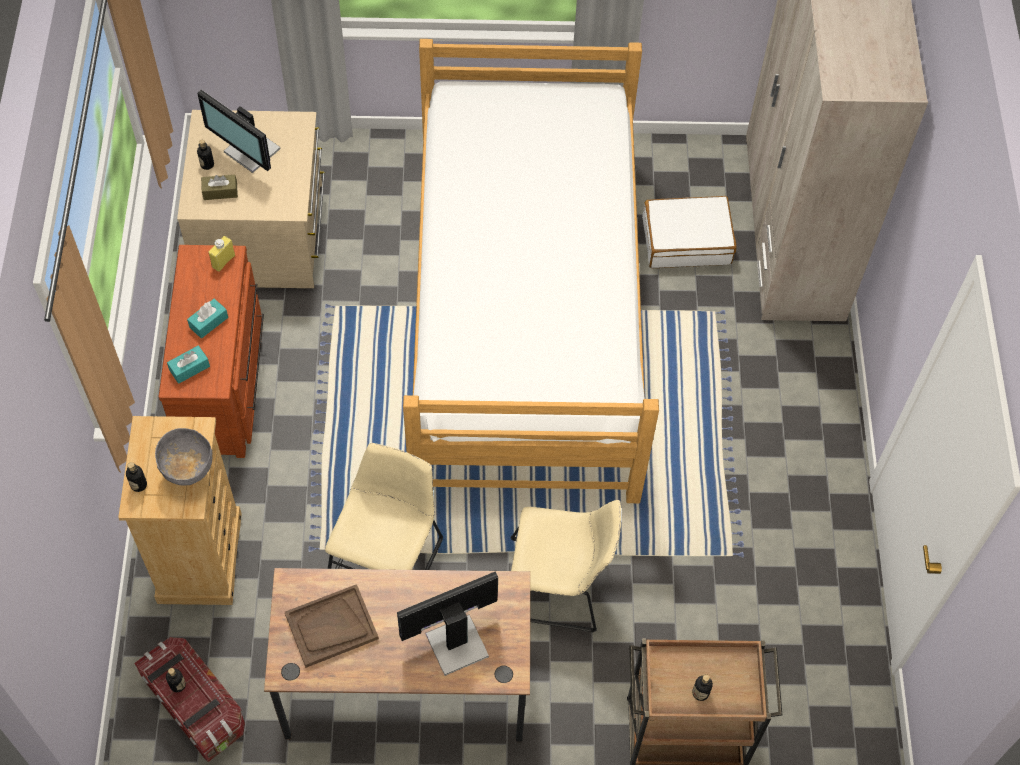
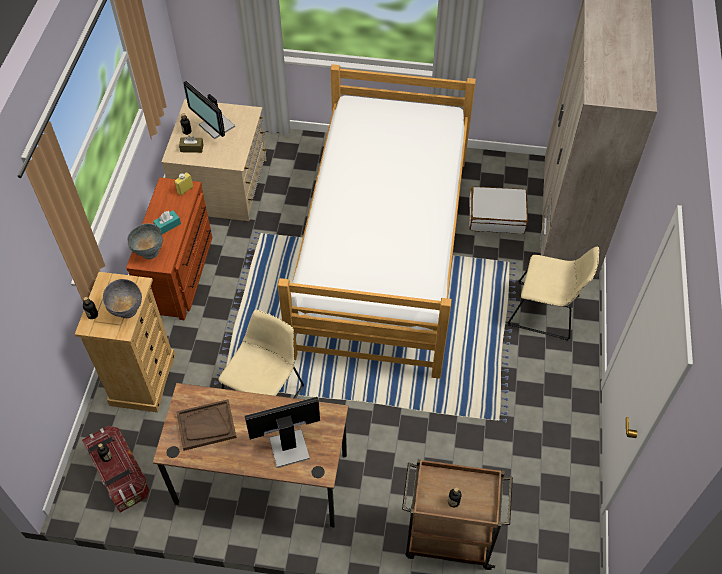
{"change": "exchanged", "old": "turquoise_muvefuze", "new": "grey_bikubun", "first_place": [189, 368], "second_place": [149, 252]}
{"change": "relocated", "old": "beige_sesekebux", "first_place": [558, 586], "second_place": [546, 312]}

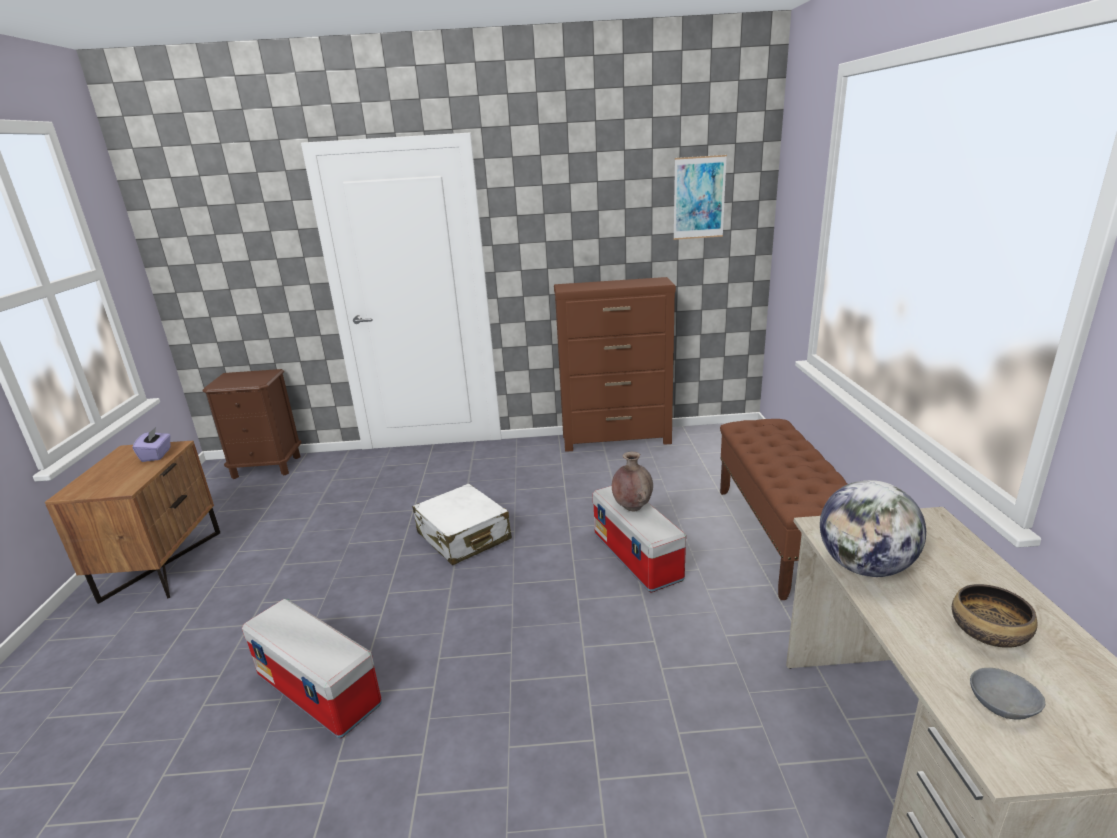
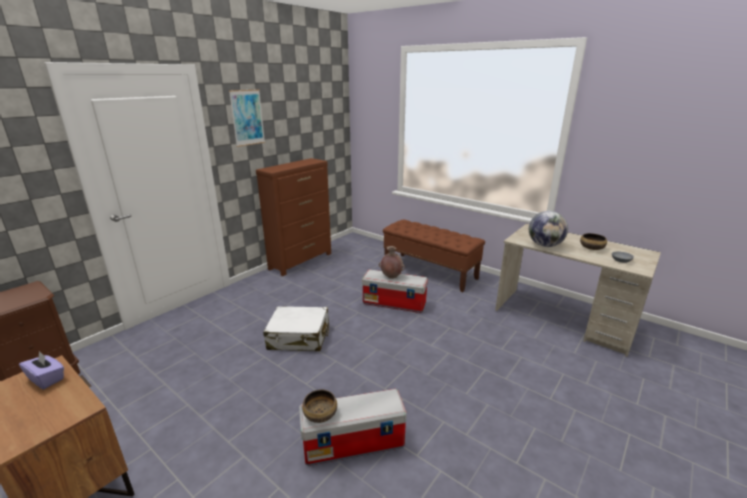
{"change": "relocated", "old": "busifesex", "first_place": [699, 198], "second_place": [247, 117]}
{"change": "appeared", "new": "bikubun", "second_place": [320, 414]}

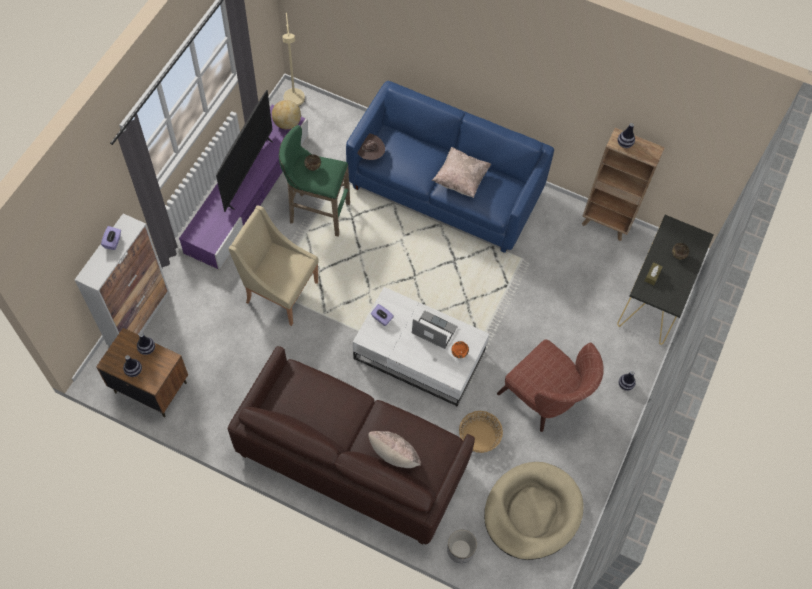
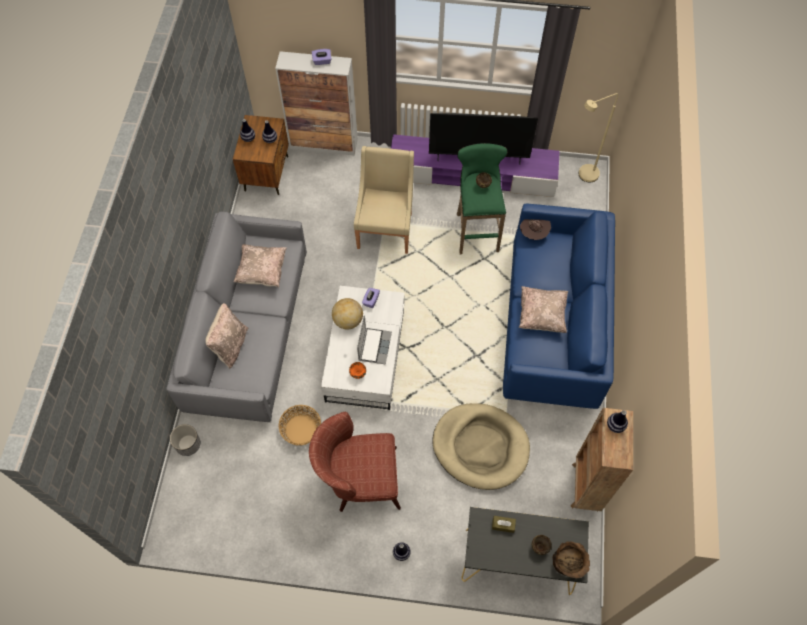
{"change": "colour", "old": "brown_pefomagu", "new": "grey_pefomagu", "first_place": [352, 458], "second_place": [249, 333]}
{"change": "appeared", "new": "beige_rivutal", "second_place": [262, 272]}
{"change": "spun", "old": "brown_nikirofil", "first_place": [546, 399], "second_place": [359, 479], "degrees": 60}
{"change": "relocated", "old": "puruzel", "first_place": [287, 123], "second_place": [348, 321]}
{"change": "relocated", "old": "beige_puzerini", "first_place": [532, 512], "second_place": [480, 447]}
{"change": "appeared", "new": "brown_bikubun", "second_place": [570, 562]}

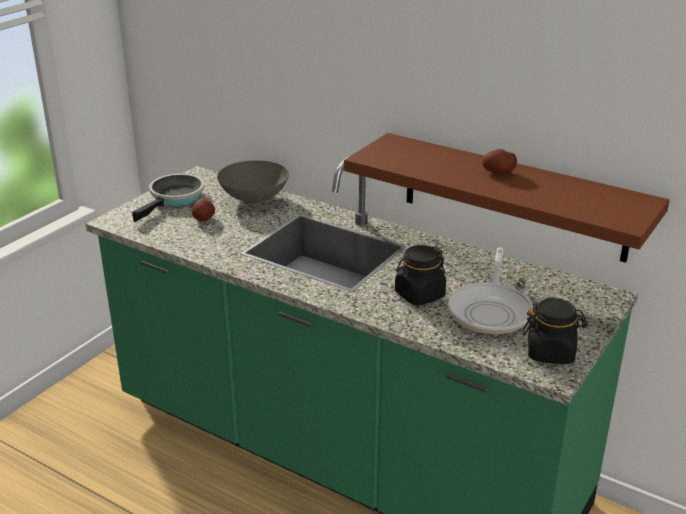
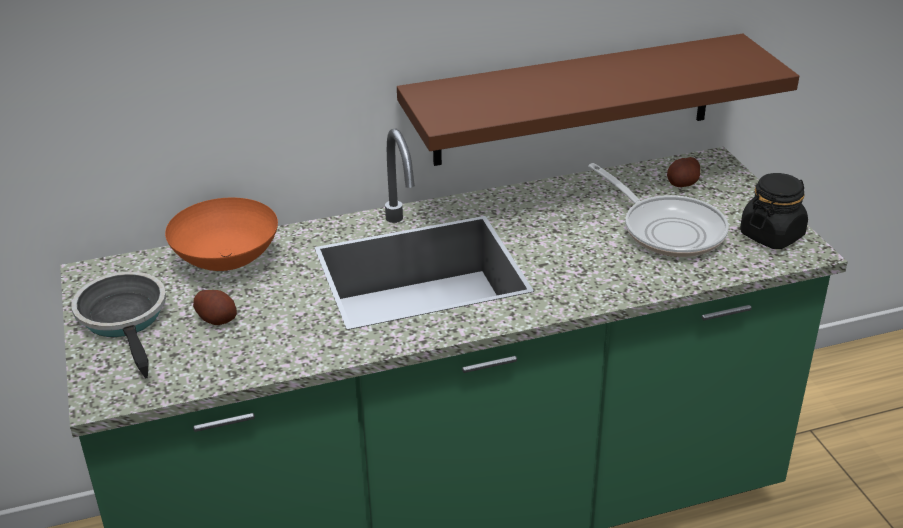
{"change": "colour", "old": "grey_bikubun", "new": "orange_bikubun", "first_place": [255, 198], "second_place": [227, 260]}
{"change": "relocated", "old": "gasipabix", "first_place": [498, 172], "second_place": [682, 184]}
{"change": "missing", "old": "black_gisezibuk", "first_place": [419, 295]}

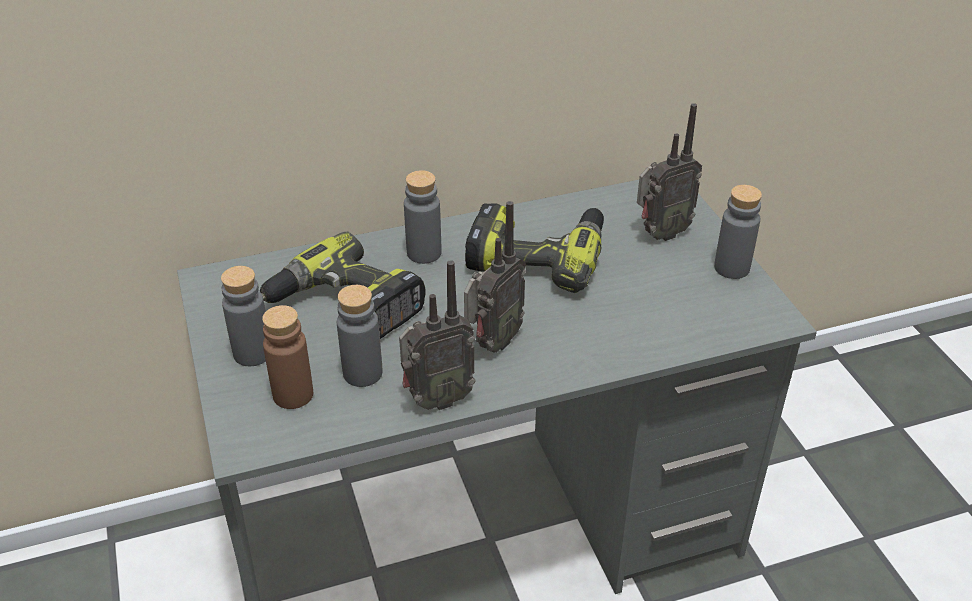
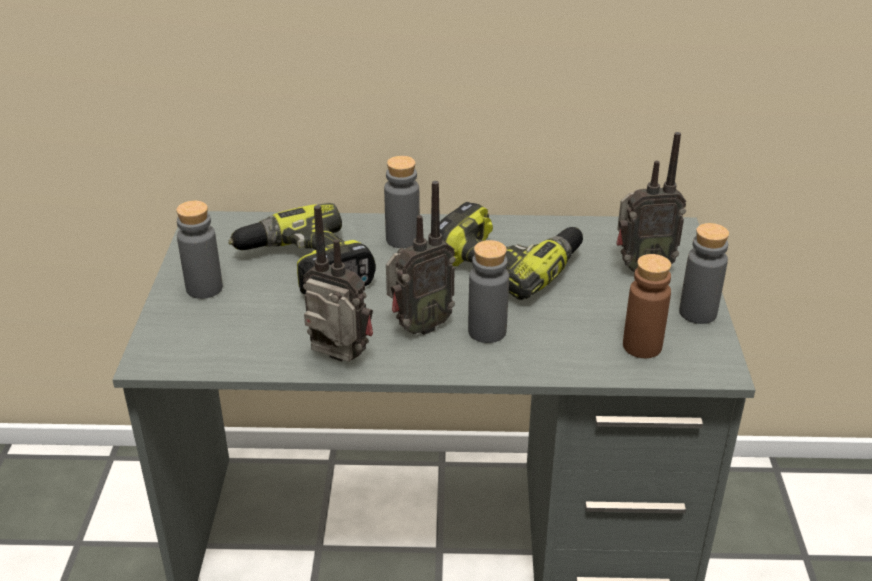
{"change": "spun", "old": "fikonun", "first_place": [436, 399], "second_place": [338, 362], "degrees": -150}
{"change": "relocated", "old": "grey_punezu", "first_place": [362, 373], "second_place": [487, 331]}
{"change": "relocated", "old": "brown_punezu", "first_place": [293, 394], "second_place": [642, 346]}

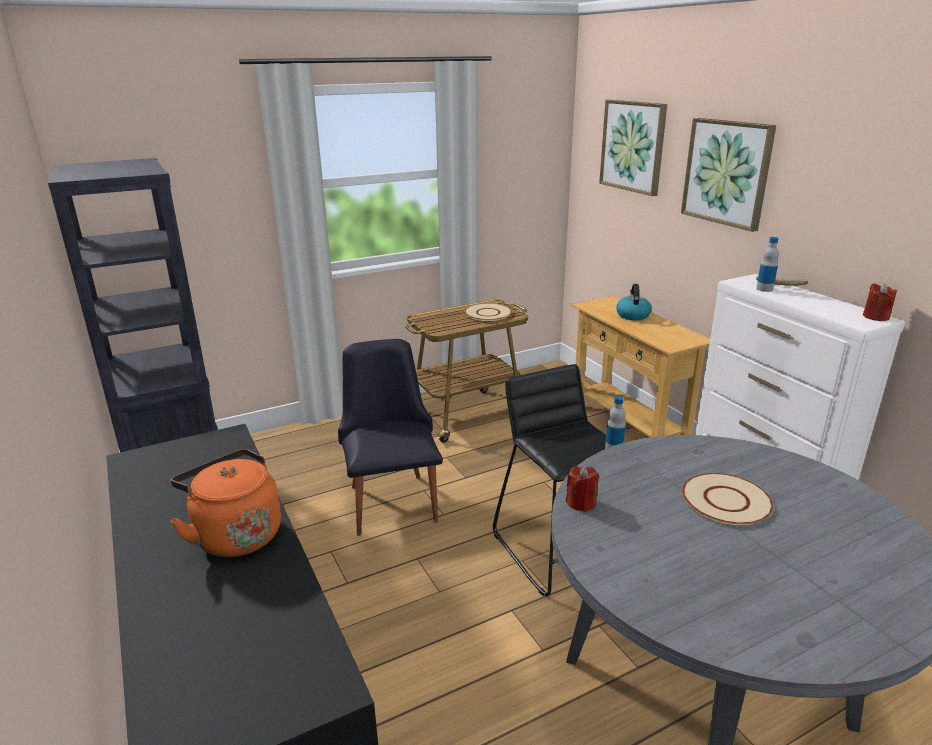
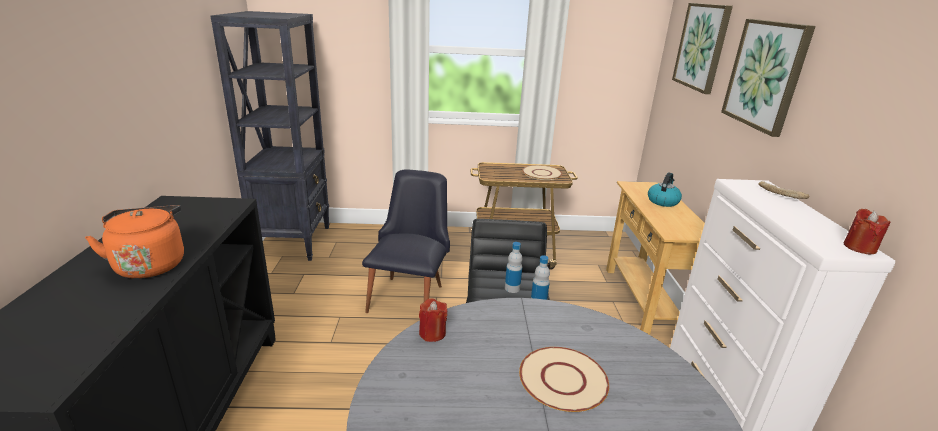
{"change": "relocated", "old": "punezu", "first_place": [764, 289], "second_place": [512, 288]}

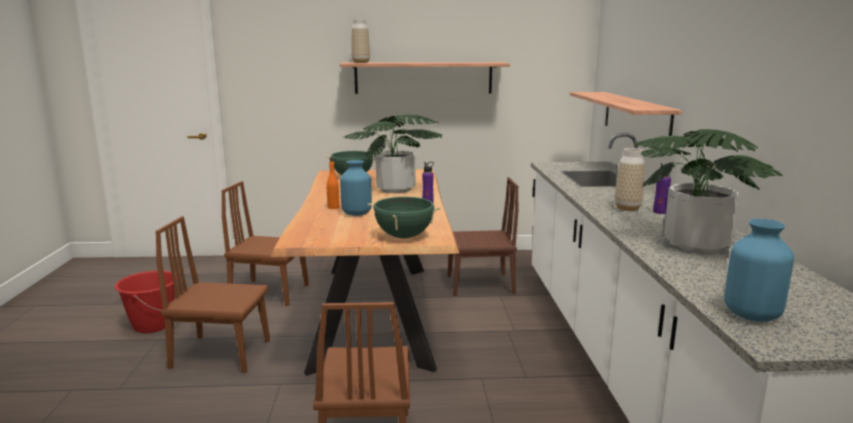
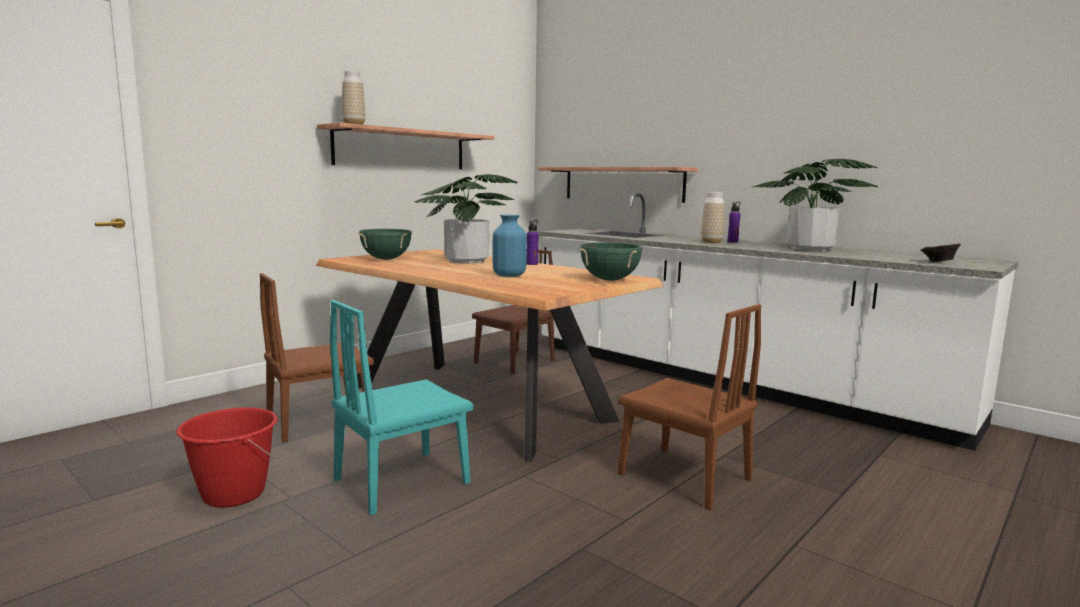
{"change": "colour", "old": "brown_sesekebux", "new": "turquoise_sesekebux", "first_place": [221, 354], "second_place": [402, 481]}
{"change": "exchanged", "old": "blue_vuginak", "new": "brown_bikubun", "first_place": [751, 315], "second_place": [938, 262]}
{"change": "missing", "old": "orange_punezu", "first_place": [333, 207]}

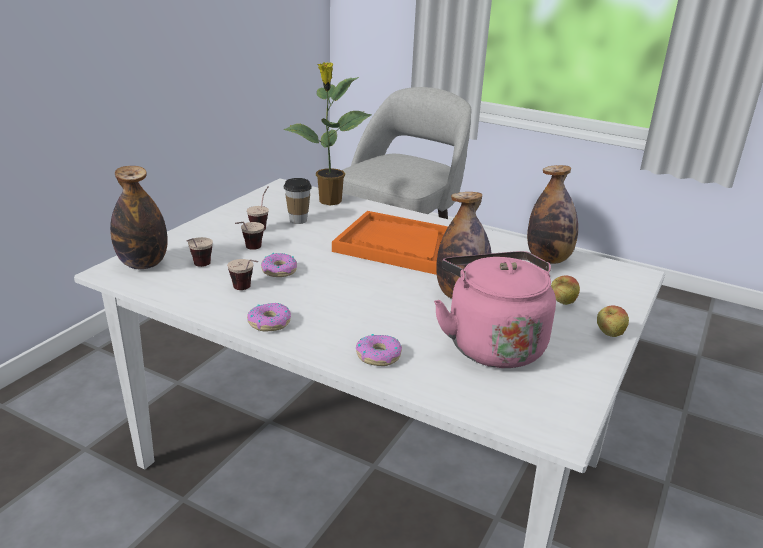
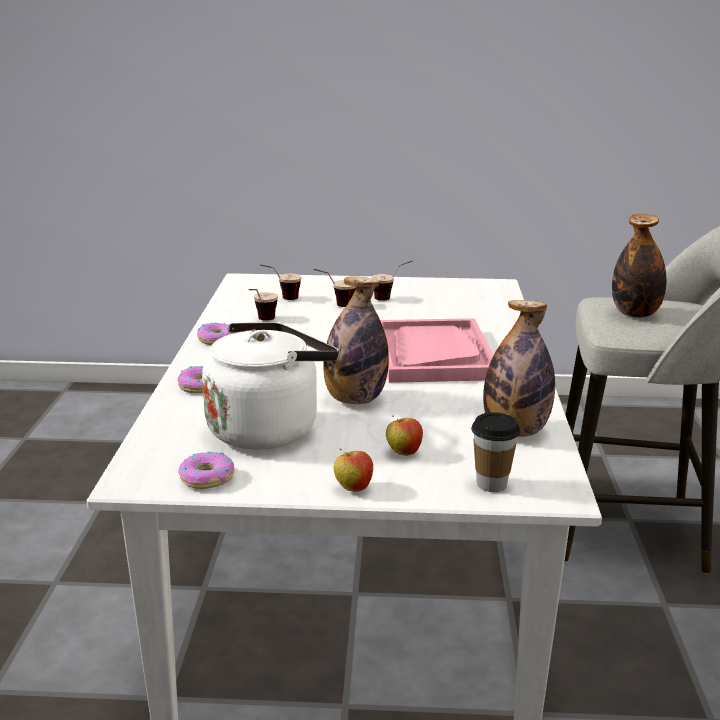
{"change": "relocated", "old": "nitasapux", "first_place": [279, 270], "second_place": [207, 478]}
{"change": "colour", "old": "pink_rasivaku", "new": "white_rasivaku", "first_place": [491, 344], "second_place": [267, 428]}
{"change": "colour", "old": "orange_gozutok", "new": "pink_gozutok", "first_place": [399, 245], "second_place": [433, 354]}
{"change": "relocated", "old": "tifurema", "first_place": [298, 220], "second_place": [491, 484]}
{"change": "relocated", "old": "punezu", "first_place": [143, 264], "second_place": [635, 314]}
{"change": "missing", "old": "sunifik", "first_place": [329, 201]}

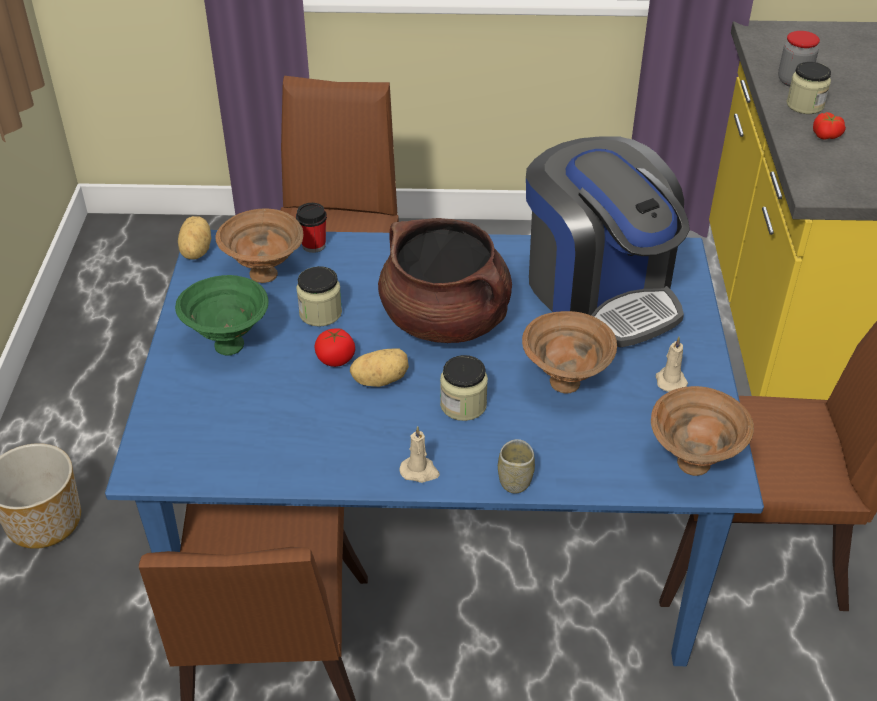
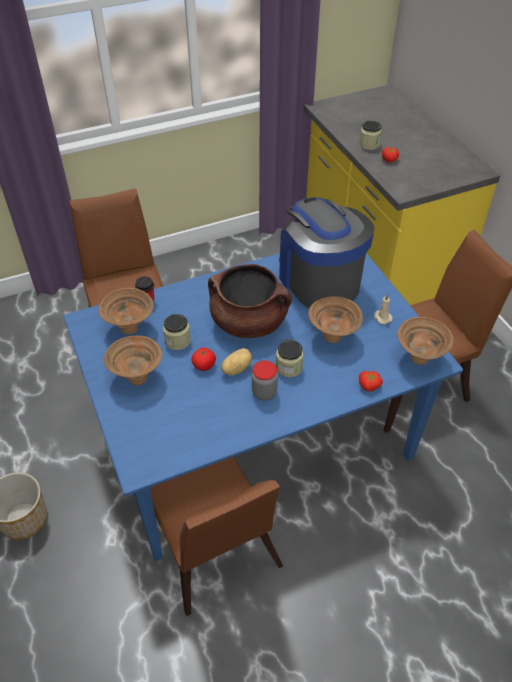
{"change": "colour", "old": "green_bikubun", "new": "brown_bikubun", "first_place": [227, 344], "second_place": [136, 378]}
{"change": "relocated", "old": "gisezibuk", "first_place": [793, 81], "second_place": [264, 392]}
{"change": "spun", "old": "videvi", "first_place": [600, 293], "second_place": [319, 280], "degrees": -150}
{"change": "appeared", "new": "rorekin", "second_place": [369, 386]}
{"change": "missing", "old": "gasipabix", "first_place": [195, 251]}
{"change": "missing", "old": "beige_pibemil", "first_place": [420, 471]}
{"change": "missing", "old": "tifurema", "first_place": [515, 481]}

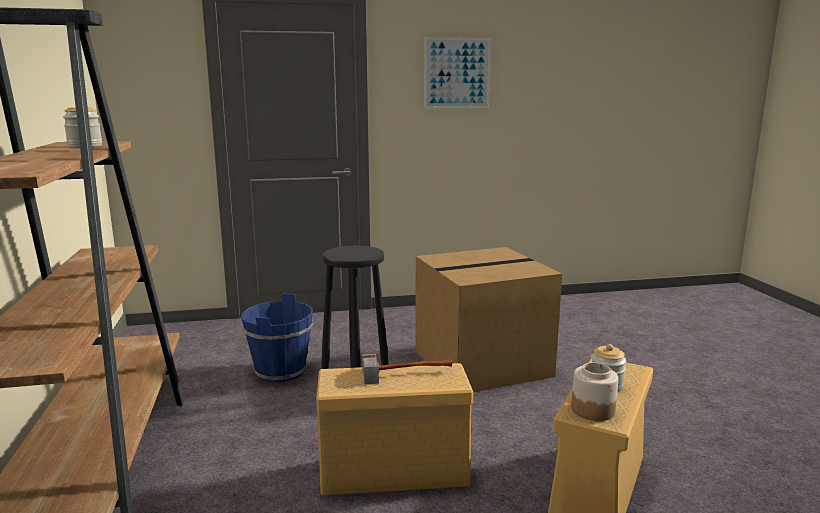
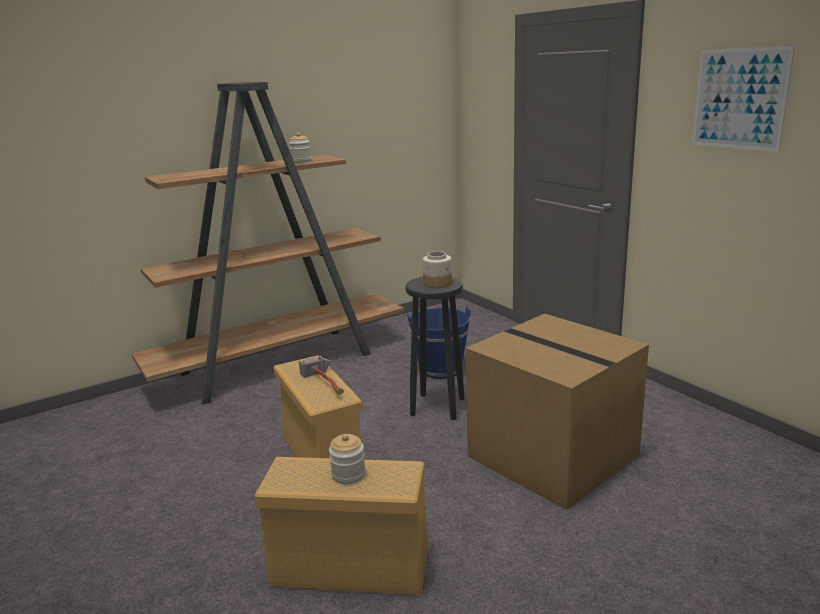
{"change": "relocated", "old": "gisezibuk", "first_place": [593, 410], "second_place": [438, 283]}

